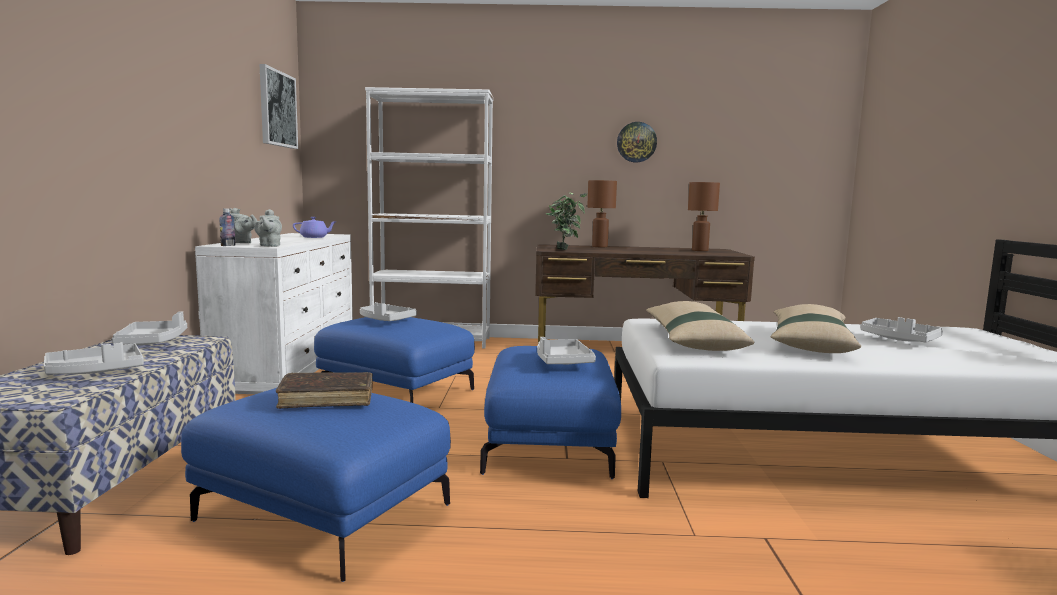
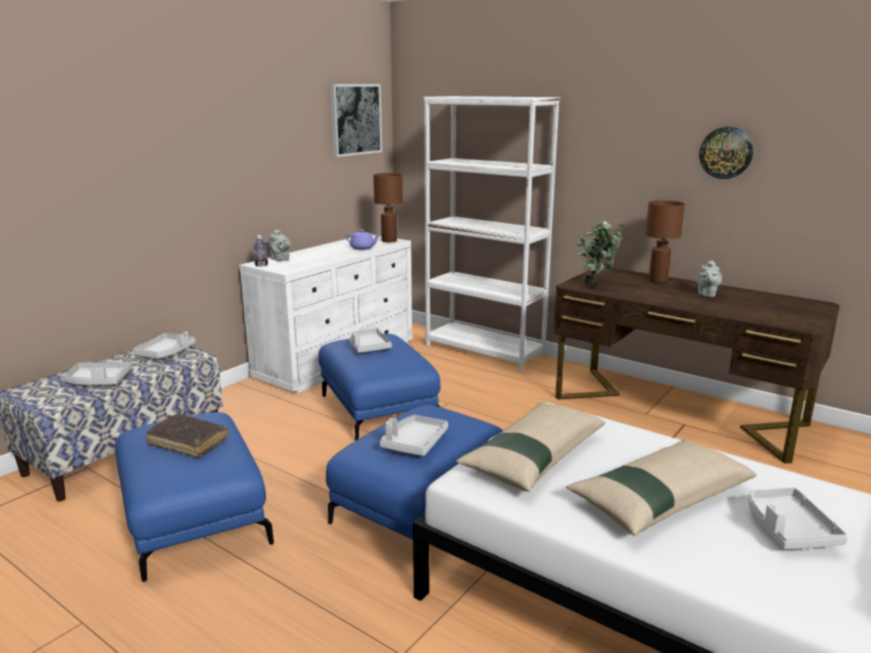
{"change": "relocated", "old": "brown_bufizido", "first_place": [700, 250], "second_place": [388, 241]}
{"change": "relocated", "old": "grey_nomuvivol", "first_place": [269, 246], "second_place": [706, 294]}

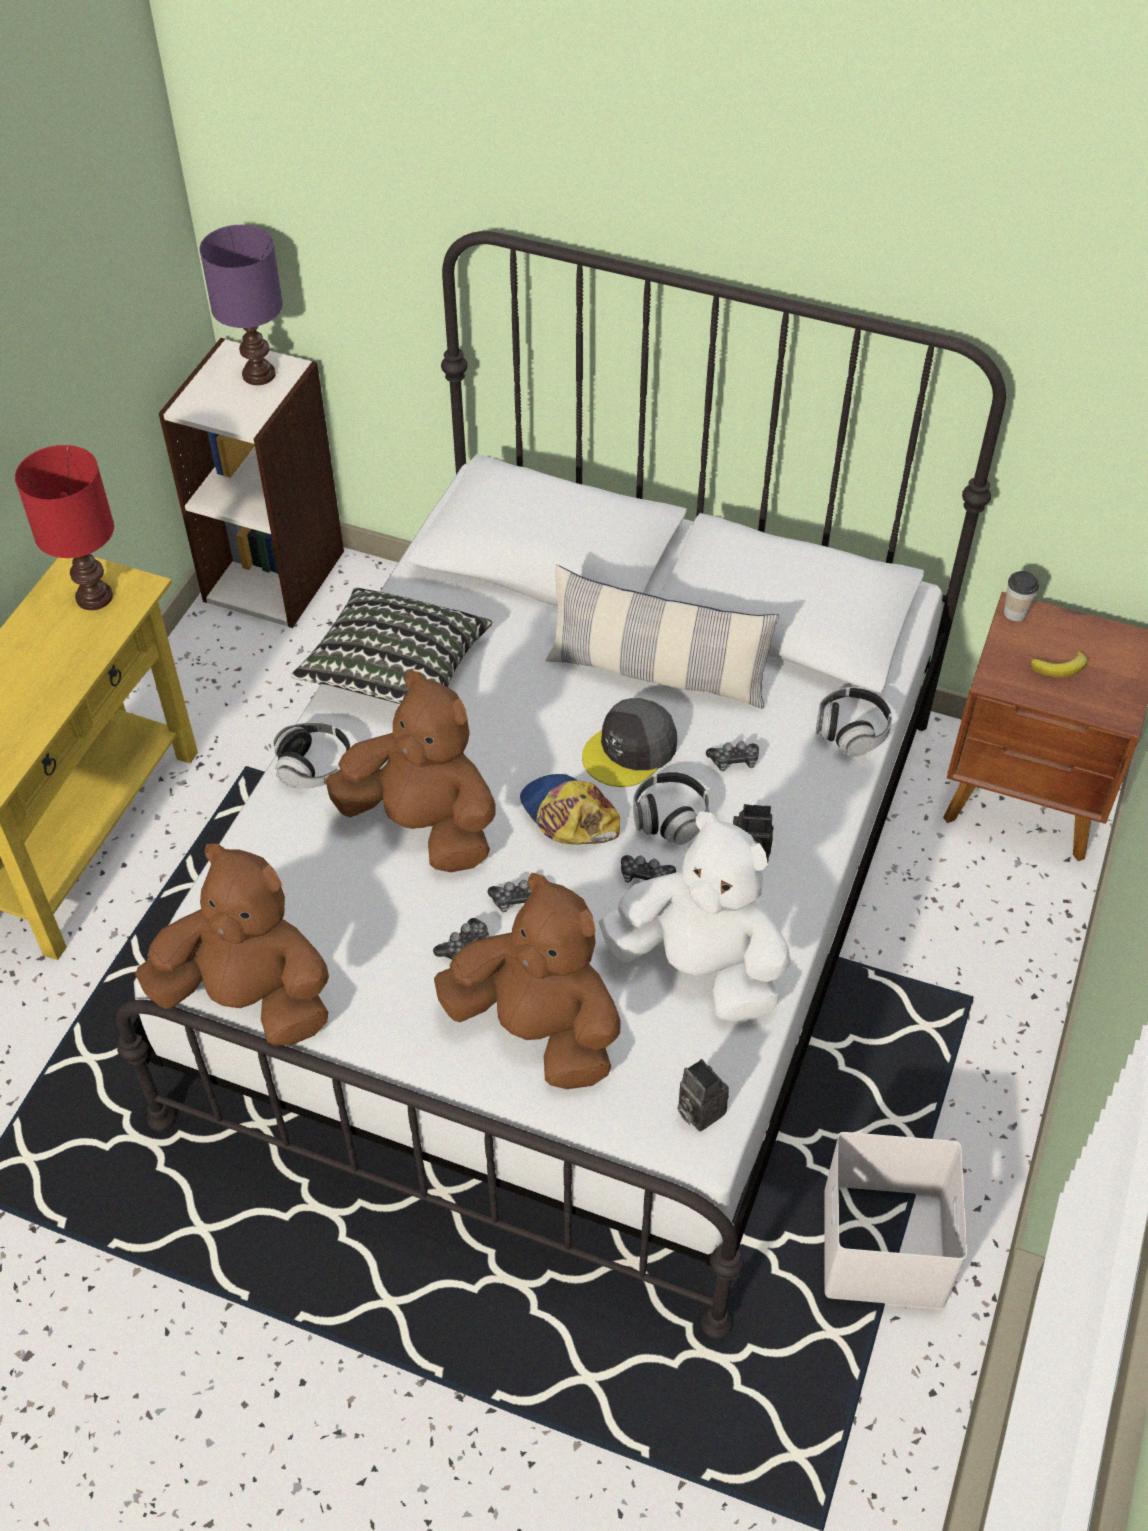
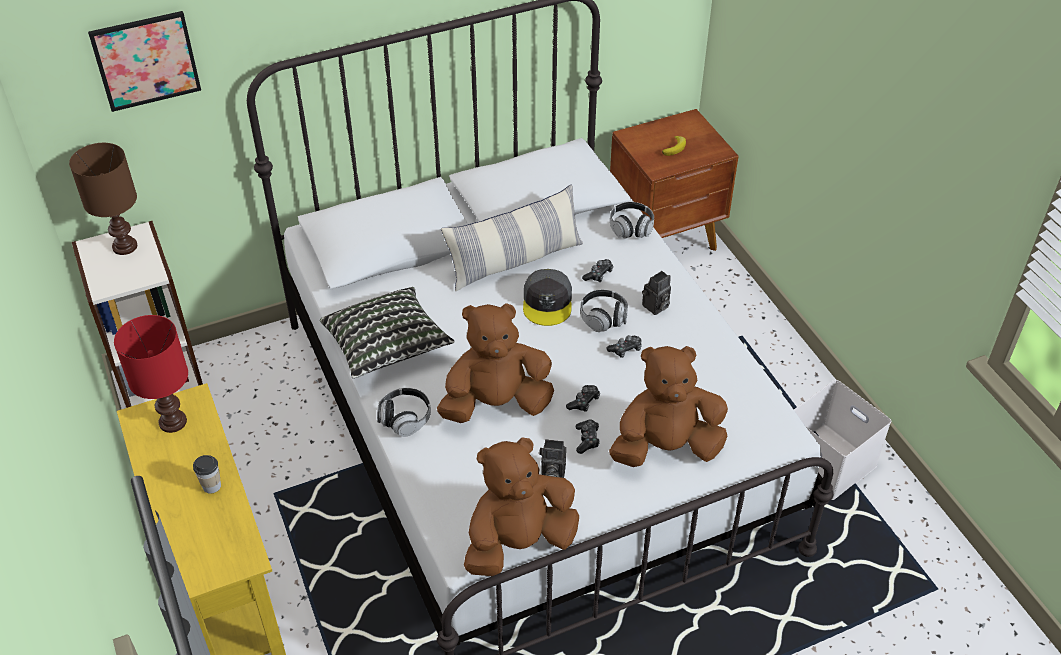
{"change": "colour", "old": "purple_bufizido", "new": "brown_bufizido", "first_place": [258, 375], "second_place": [125, 247]}
{"change": "appeared", "new": "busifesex", "second_place": [146, 60]}
{"change": "relocated", "old": "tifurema", "first_place": [1015, 613], "second_place": [211, 486]}
{"change": "relocated", "old": "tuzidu", "first_place": [697, 1110], "second_place": [551, 474]}
{"change": "missing", "old": "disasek", "first_place": [568, 815]}
{"change": "missing", "old": "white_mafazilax", "first_place": [699, 967]}

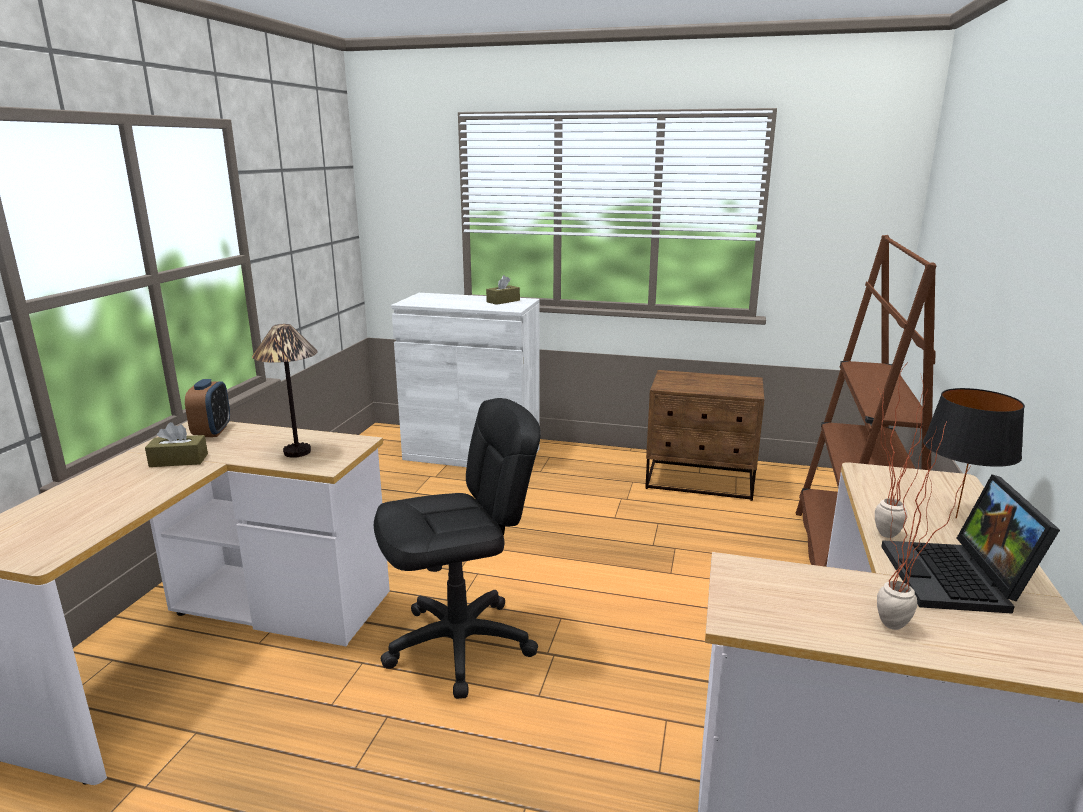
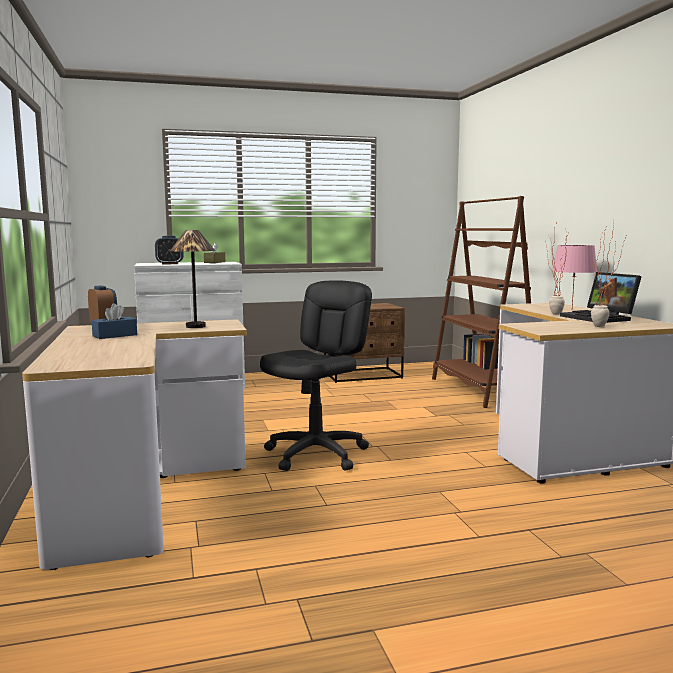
{"change": "colour", "old": "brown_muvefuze", "new": "blue_muvefuze", "first_place": [179, 460], "second_place": [115, 335]}
{"change": "appeared", "new": "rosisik", "second_place": [170, 264]}
{"change": "colour", "old": "black_bufizido", "new": "pink_bufizido", "first_place": [957, 518], "second_place": [572, 309]}

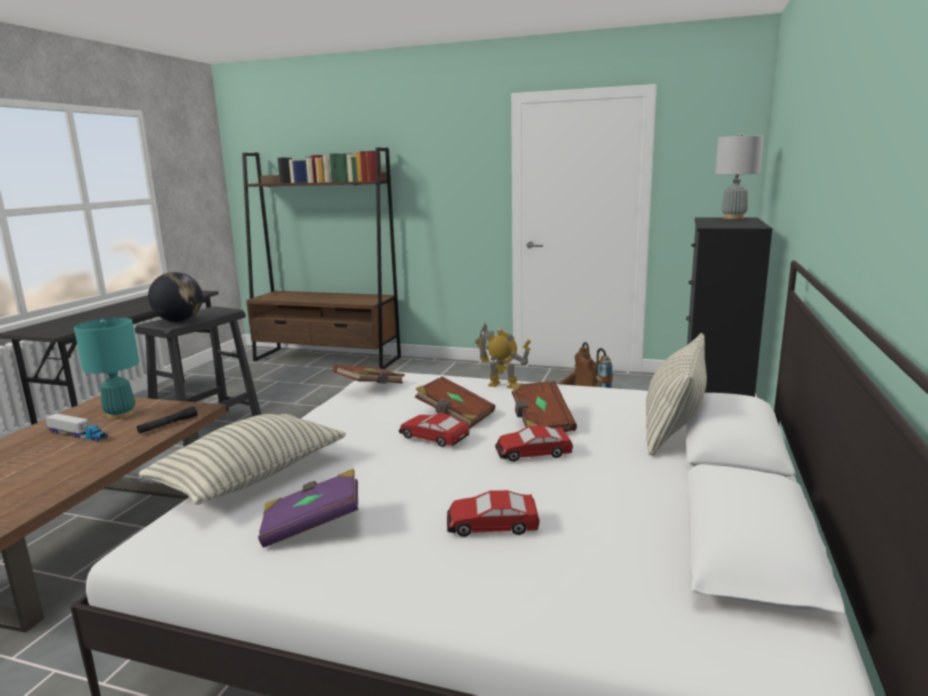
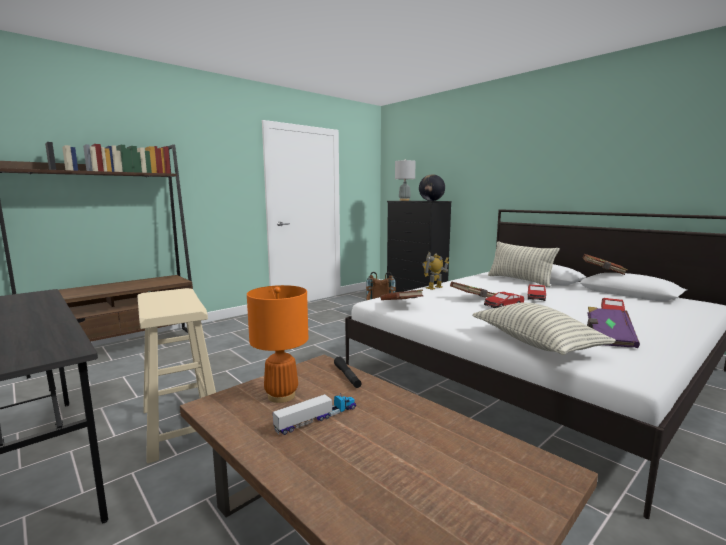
{"change": "colour", "old": "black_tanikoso", "new": "beige_tanikoso", "first_place": [207, 429], "second_place": [182, 425]}
{"change": "colour", "old": "turquoise_bufizido", "new": "orange_bufizido", "first_place": [120, 415], "second_place": [281, 396]}
{"change": "relocated", "old": "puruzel", "first_place": [179, 321], "second_place": [431, 201]}
{"change": "relocated", "old": "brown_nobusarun", "first_place": [540, 422], "second_place": [603, 272]}

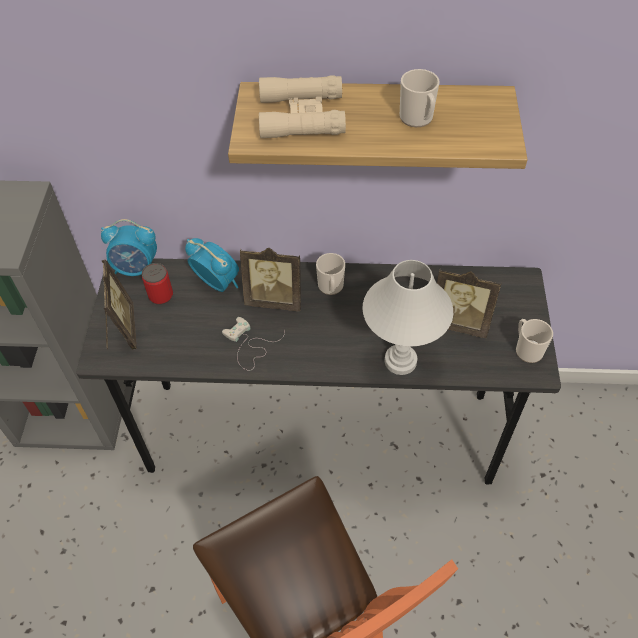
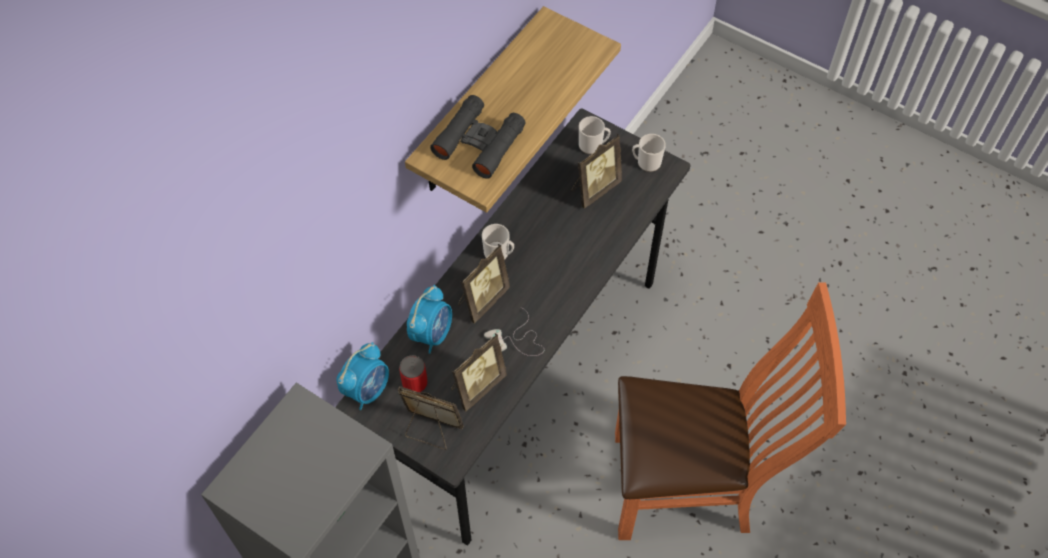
{"change": "spun", "old": "rosisik", "first_place": [217, 282], "second_place": [432, 333], "degrees": 135}
{"change": "colour", "old": "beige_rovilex", "new": "black_rovilex", "first_place": [301, 116], "second_place": [479, 142]}
{"change": "appeared", "new": "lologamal", "second_place": [476, 385]}
{"change": "relocated", "old": "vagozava", "first_place": [418, 119], "second_place": [593, 145]}
{"change": "missing", "old": "white_bufizido", "first_place": [401, 361]}

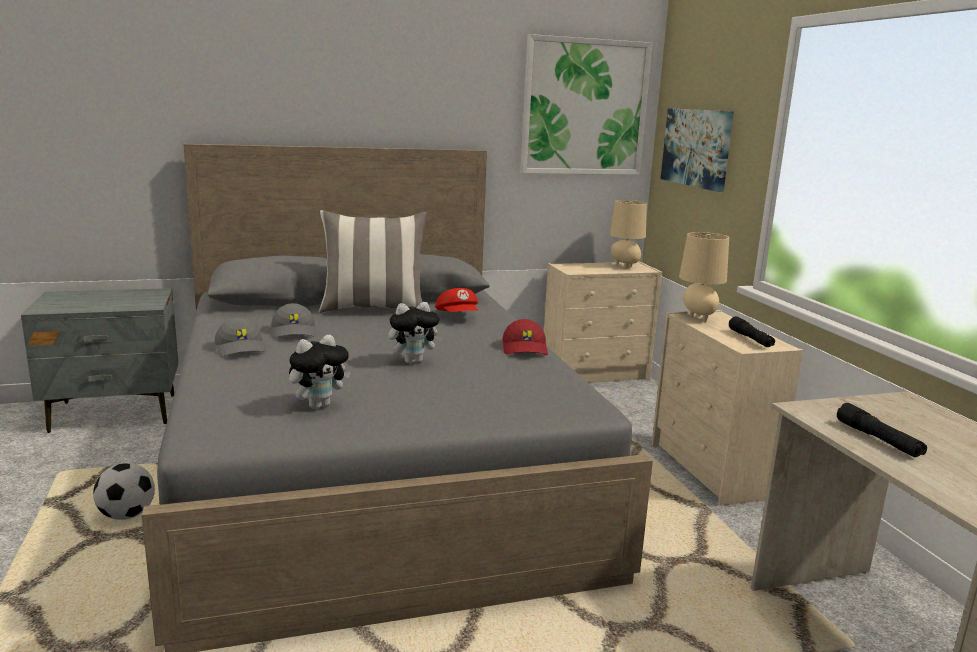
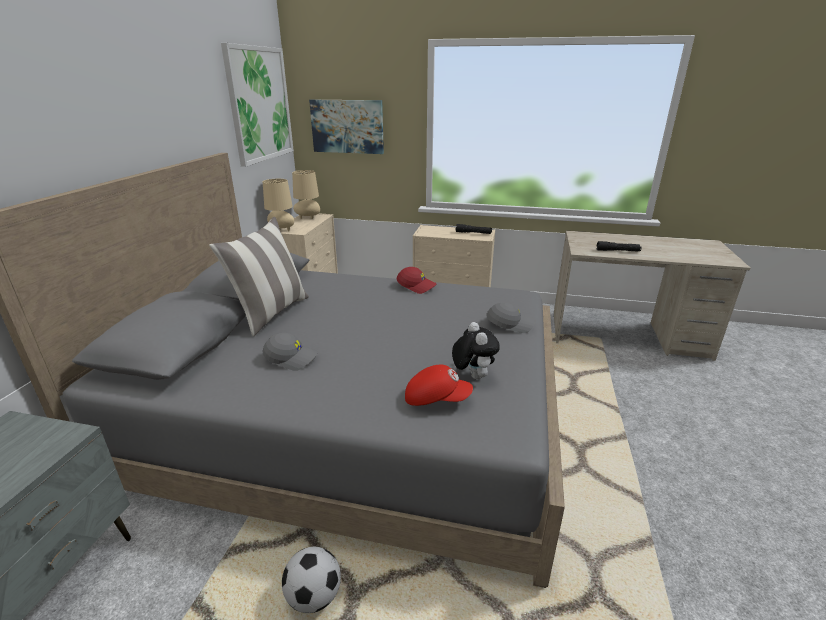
{"change": "relocated", "old": "beige_bufizido", "first_place": [697, 318], "second_place": [281, 230]}
{"change": "relocated", "old": "red_disasek", "first_place": [458, 317], "second_place": [436, 399]}
{"change": "relocated", "old": "grey_disasek", "first_place": [241, 349], "second_place": [510, 324]}
{"change": "missing", "old": "mafazilax", "first_place": [413, 361]}

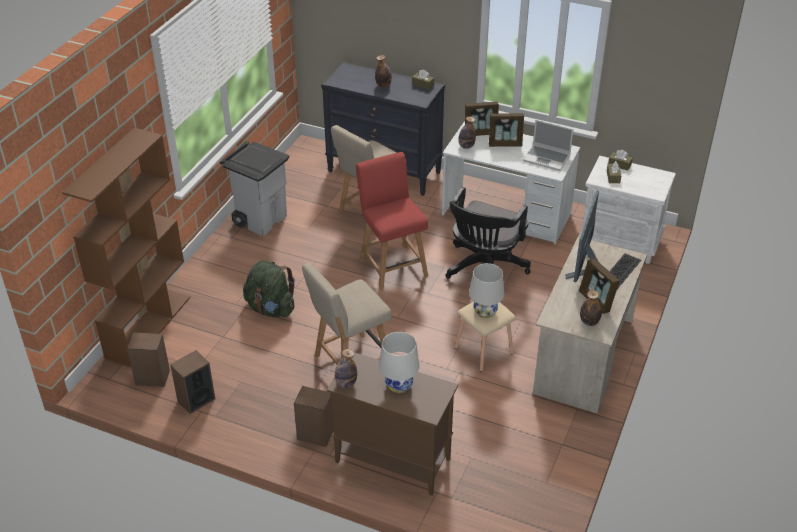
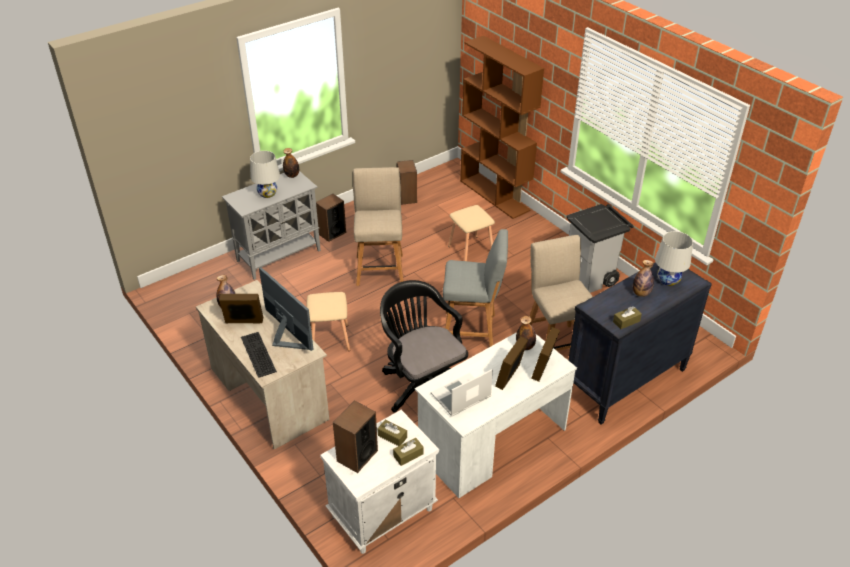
{"change": "colour", "old": "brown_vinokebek", "new": "grey_vinokebek", "first_place": [391, 460], "second_place": [279, 255]}
{"change": "relocated", "old": "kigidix", "first_place": [152, 377], "second_place": [357, 455]}
{"change": "colour", "old": "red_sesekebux", "new": "grey_sesekebux", "first_place": [392, 265], "second_place": [472, 330]}
{"change": "exchanged", "old": "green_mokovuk", "new": "beige_tanikoso", "first_place": [271, 308], "second_place": [470, 250]}
{"change": "relocated", "old": "white_bufizido", "first_place": [485, 312], "second_place": [668, 280]}

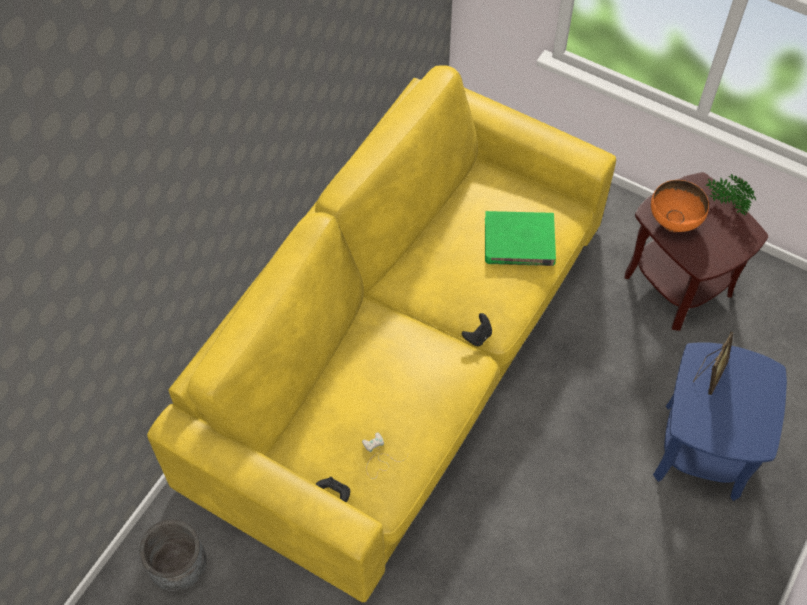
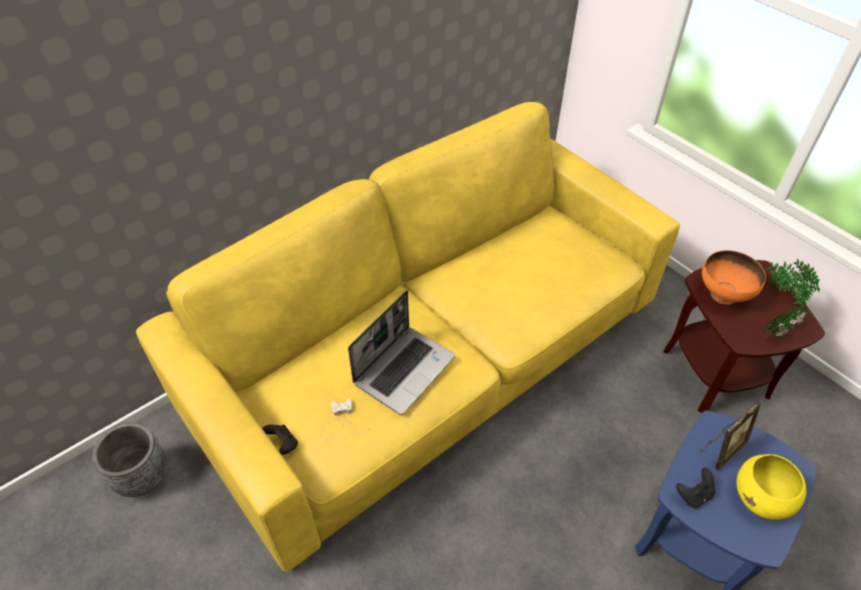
{"change": "appeared", "new": "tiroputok", "second_place": [404, 369]}
{"change": "relocated", "old": "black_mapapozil", "first_place": [478, 336], "second_place": [693, 495]}
{"change": "appeared", "new": "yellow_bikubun", "second_place": [762, 498]}
{"change": "appeared", "new": "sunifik", "second_place": [780, 333]}
{"change": "missing", "old": "green_nobusarun", "first_place": [519, 242]}

